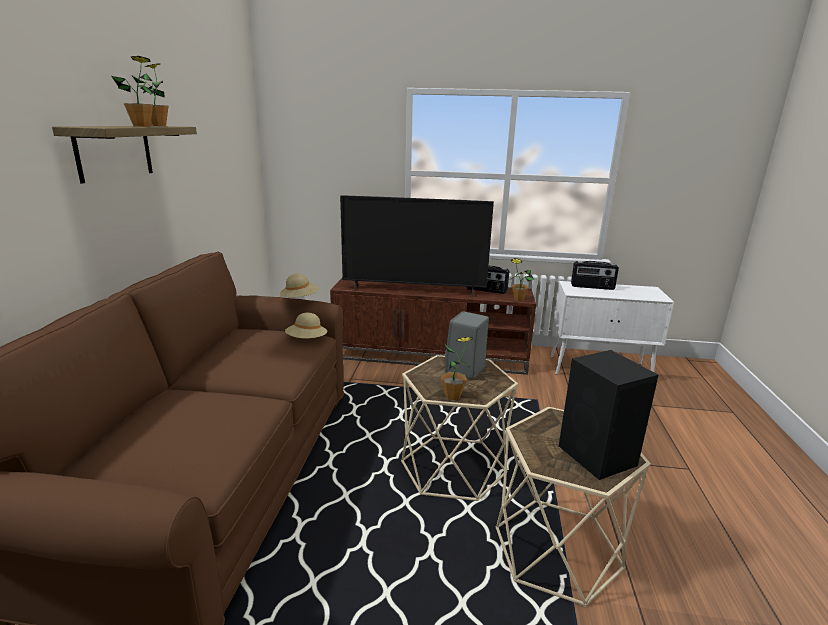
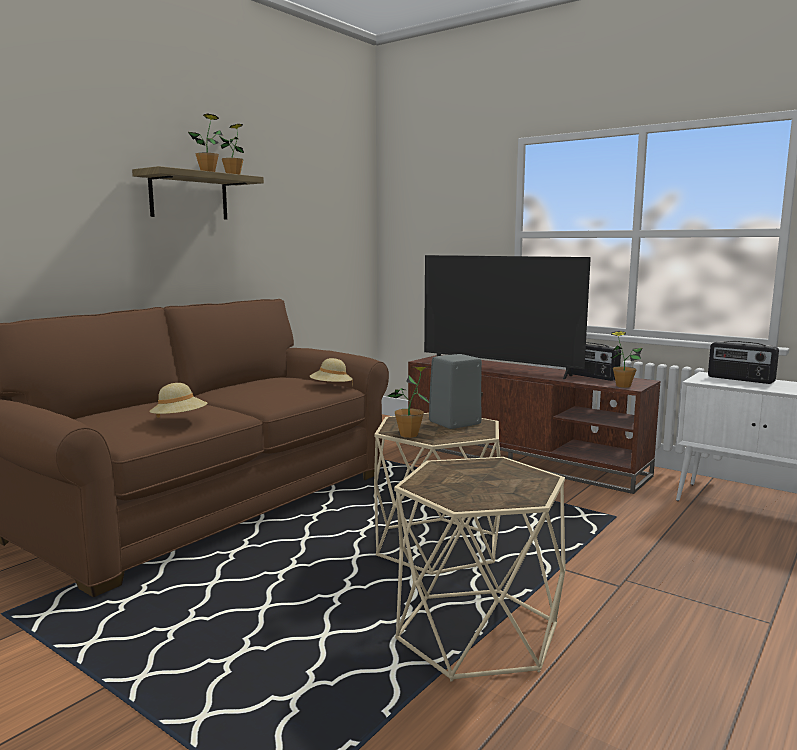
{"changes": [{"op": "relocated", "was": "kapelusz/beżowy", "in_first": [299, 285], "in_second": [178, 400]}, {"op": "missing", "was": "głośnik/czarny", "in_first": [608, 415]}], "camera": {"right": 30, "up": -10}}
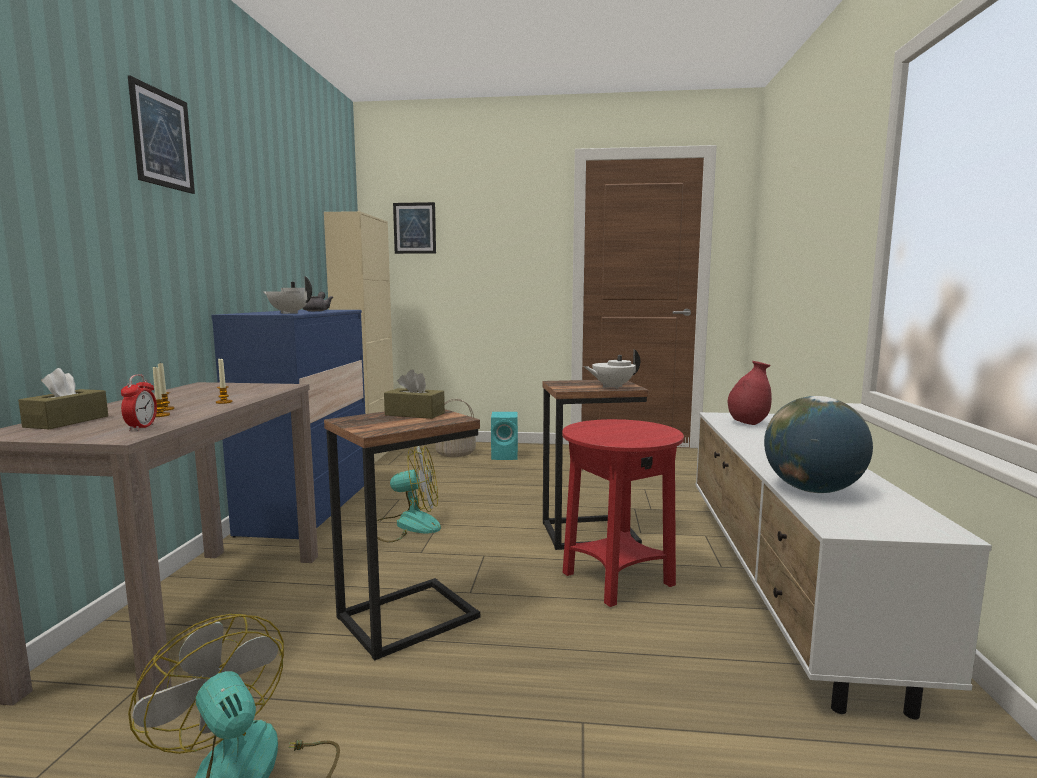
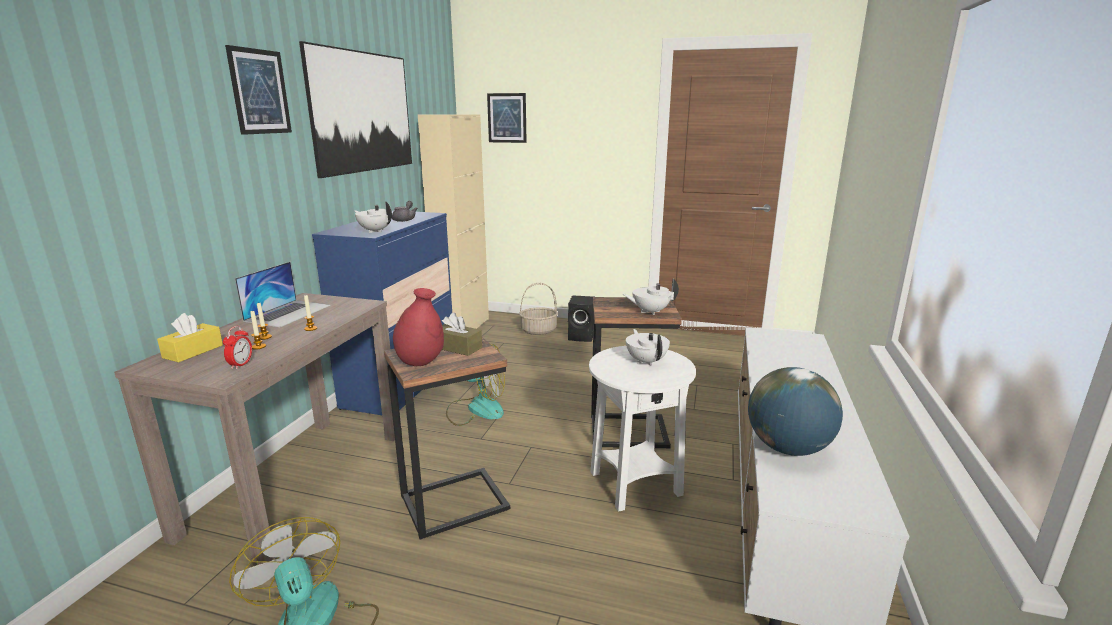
{"changes": [{"op": "relocated", "was": "wazon/czerwony", "in_first": [750, 393], "in_second": [418, 327]}, {"op": "colour", "was": "pudełko chusteczek/brązowy", "now": "pudełko chusteczek/żółty", "in_first": [63, 398], "in_second": [190, 337]}, {"op": "colour", "was": "głośnik/turkusowy", "now": "głośnik/czarny", "in_first": [504, 436], "in_second": [581, 318]}, {"op": "colour", "was": "stolik/czerwony", "now": "stolik/biały", "in_first": [623, 513], "in_second": [642, 429]}, {"op": "appeared", "now": "obraz", "in_second": [355, 109]}, {"op": "appeared", "now": "laptop", "in_second": [283, 294]}, {"op": "appeared", "now": "imbryk/biały", "in_second": [648, 347]}], "camera": {"right": 10, "up": 10}}
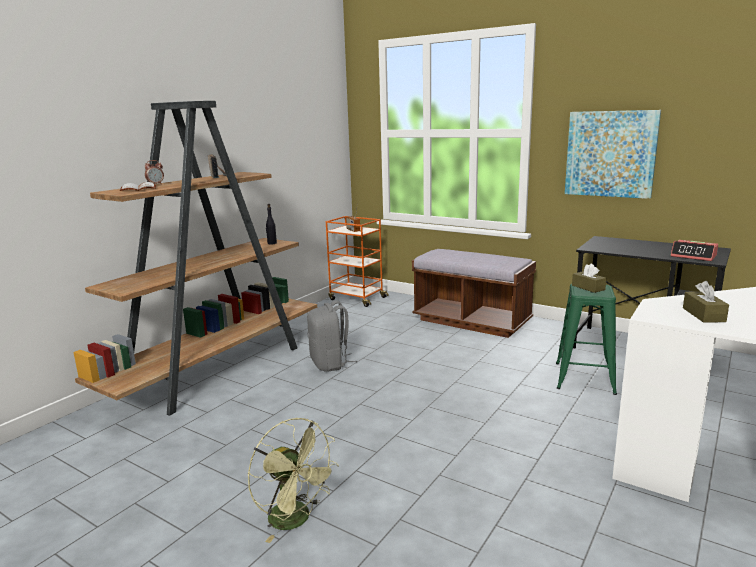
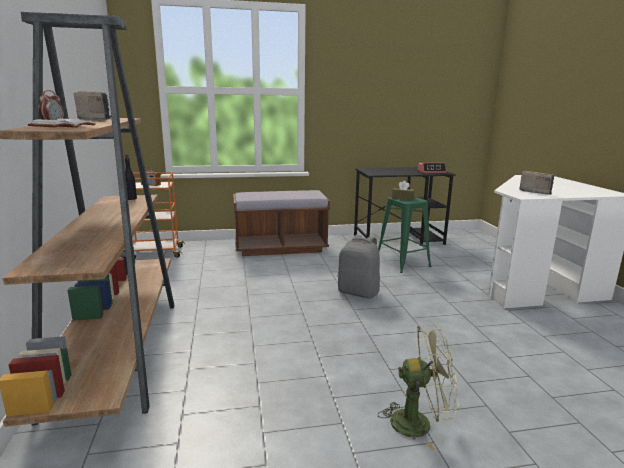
{"changes": [{"op": "missing", "was": "obraz", "in_first": [613, 154]}, {"op": "exchanged", "was": "pudełko chusteczek/brązowy", "now": "radio", "in_first": [706, 302], "in_second": [536, 182]}, {"op": "relocated", "was": "plecak/szary", "in_first": [332, 336], "in_second": [359, 266]}], "camera": {"right": -45, "up": 0}}
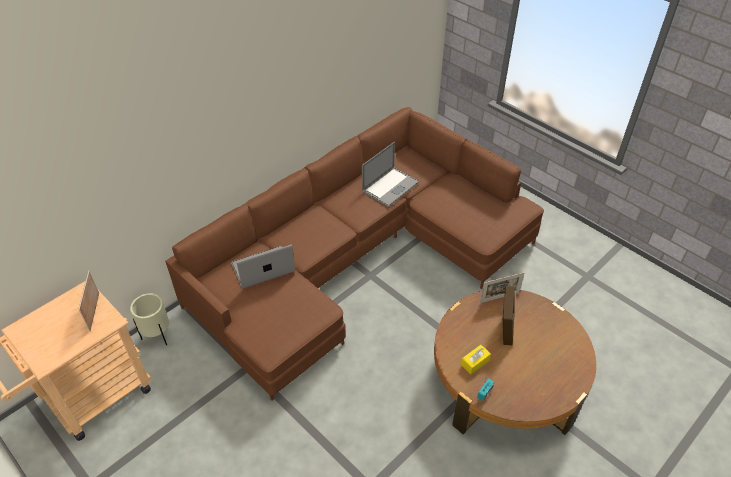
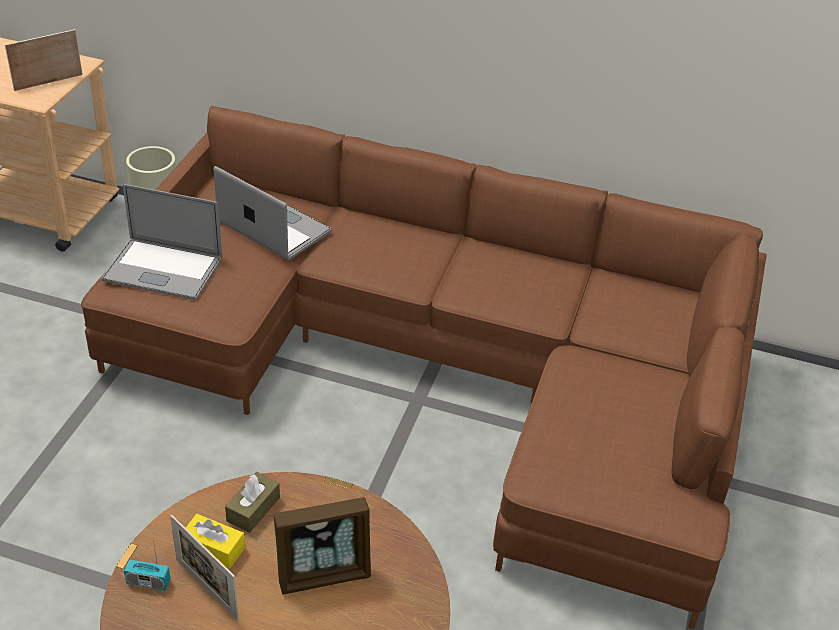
{"changes": [{"op": "relocated", "was": "laptop", "in_first": [390, 174], "in_second": [161, 242]}, {"op": "relocated", "was": "ramka na zdjęcie", "in_first": [502, 287], "in_second": [204, 568]}, {"op": "appeared", "now": "pudełko chusteczek/brązowy", "in_second": [252, 502]}], "camera": {"right": 60, "up": -5}}
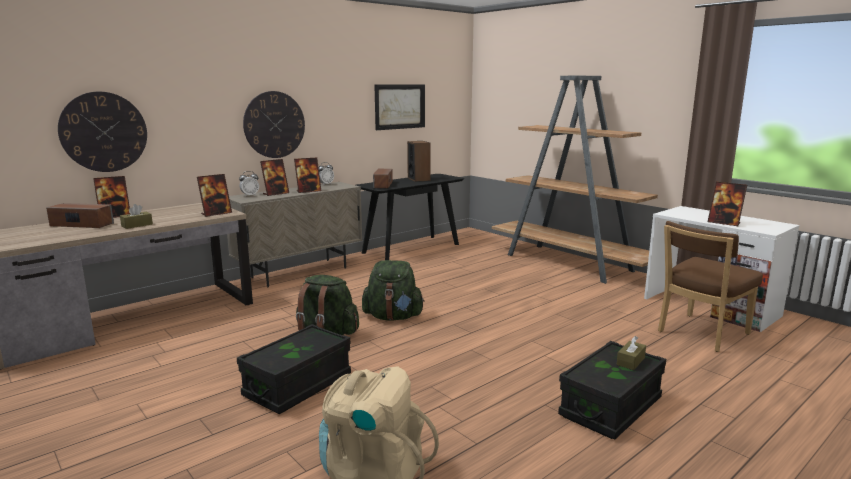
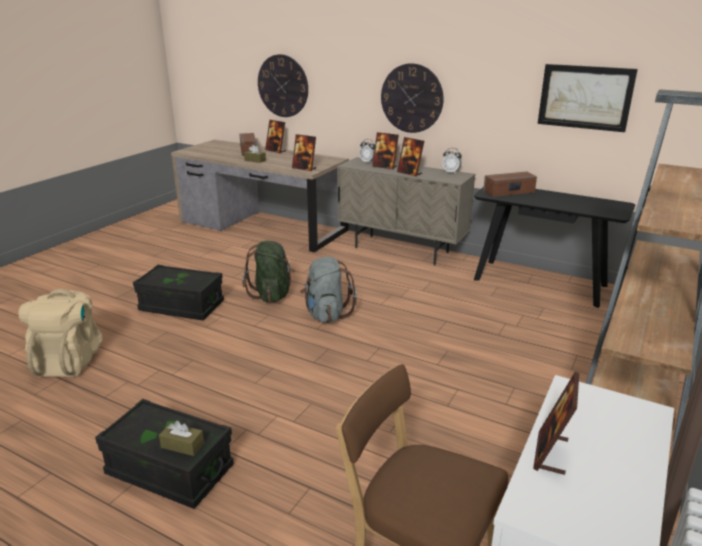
{"changes": [{"op": "missing", "was": "głośnik", "in_first": [419, 161]}, {"op": "colour", "was": "plecak/zielony", "now": "plecak/szary", "in_first": [393, 290], "in_second": [328, 290]}], "camera": {"right": 70, "up": 10}}
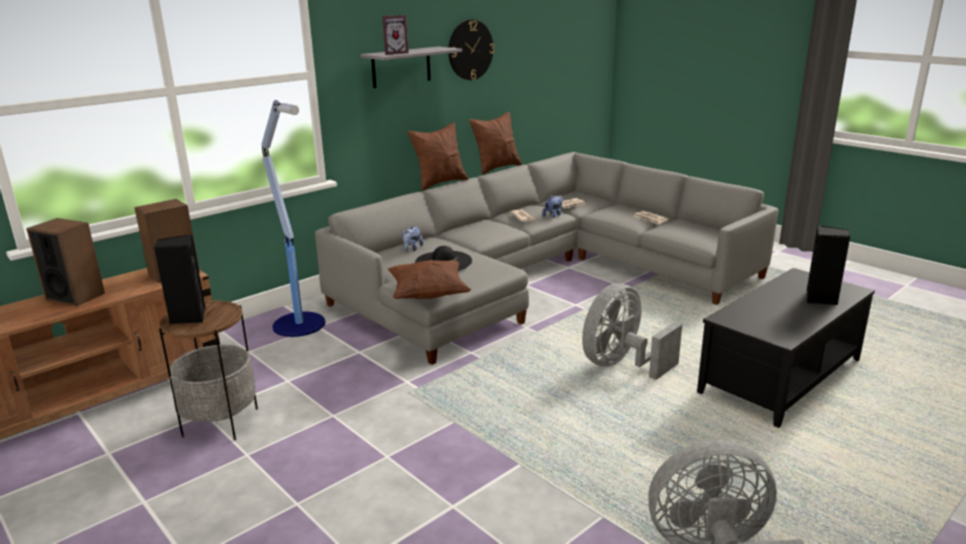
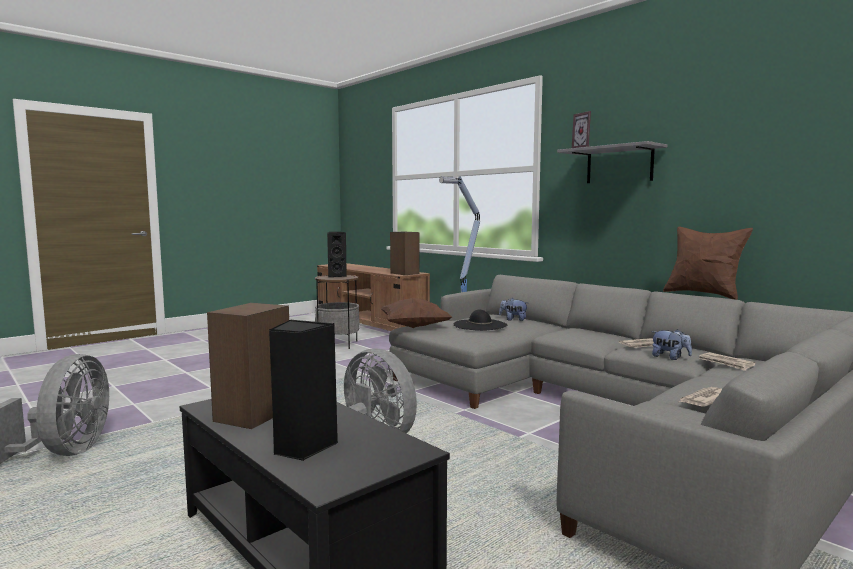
{"changes": [{"op": "missing", "was": "zegar ścienny", "in_first": [471, 50]}, {"op": "missing", "was": "poduszka/brązowy", "in_first": [437, 156]}, {"op": "relocated", "was": "głośnik", "in_first": [65, 262], "in_second": [248, 366]}], "camera": {"right": 90, "up": -15}}
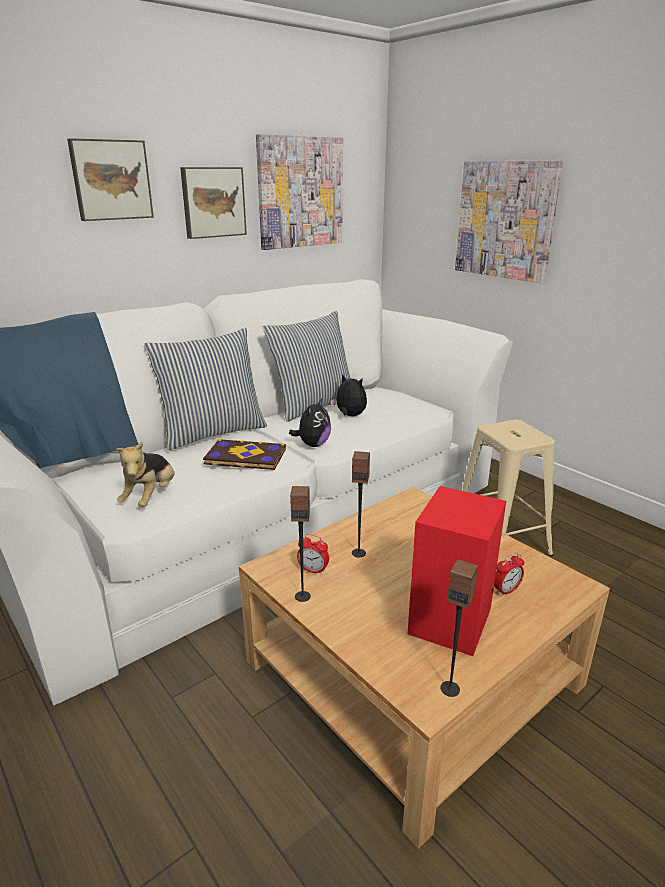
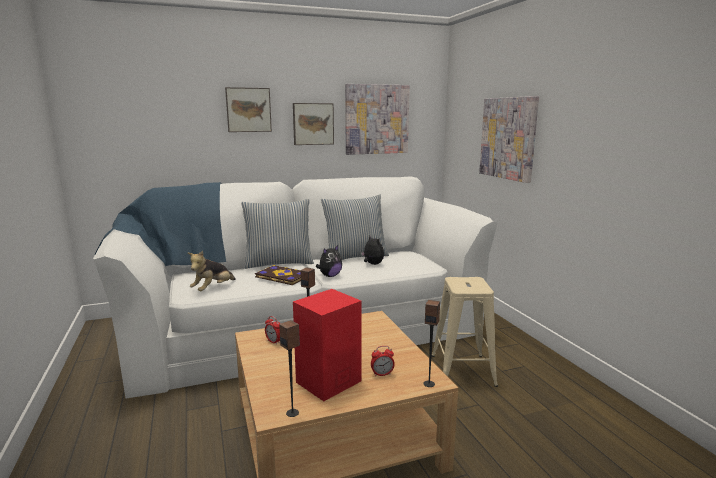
{"changes": [{"op": "relocated", "was": "głośnik", "in_first": [300, 544], "in_second": [431, 343]}], "camera": {"right": 20, "up": -10}}
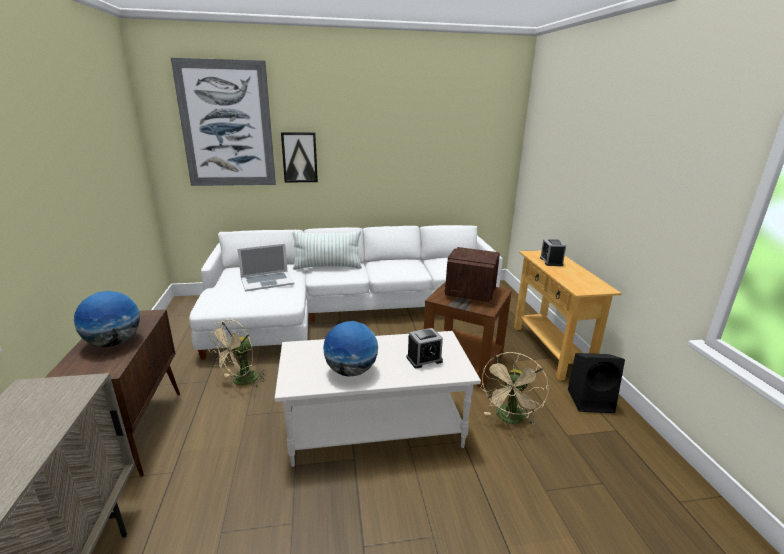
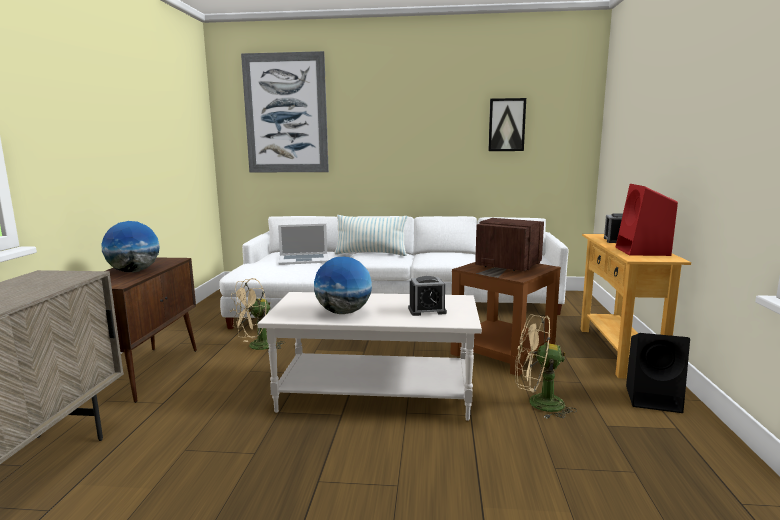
{"changes": [{"op": "relocated", "was": "obraz", "in_first": [299, 157], "in_second": [507, 124]}, {"op": "spun", "was": "wentylator/beżowy", "in_first": [514, 388], "in_second": [546, 366], "clockwise": 60}, {"op": "appeared", "now": "głośnik/czerwony", "in_second": [647, 220]}], "camera": {"right": 15, "up": -10}}
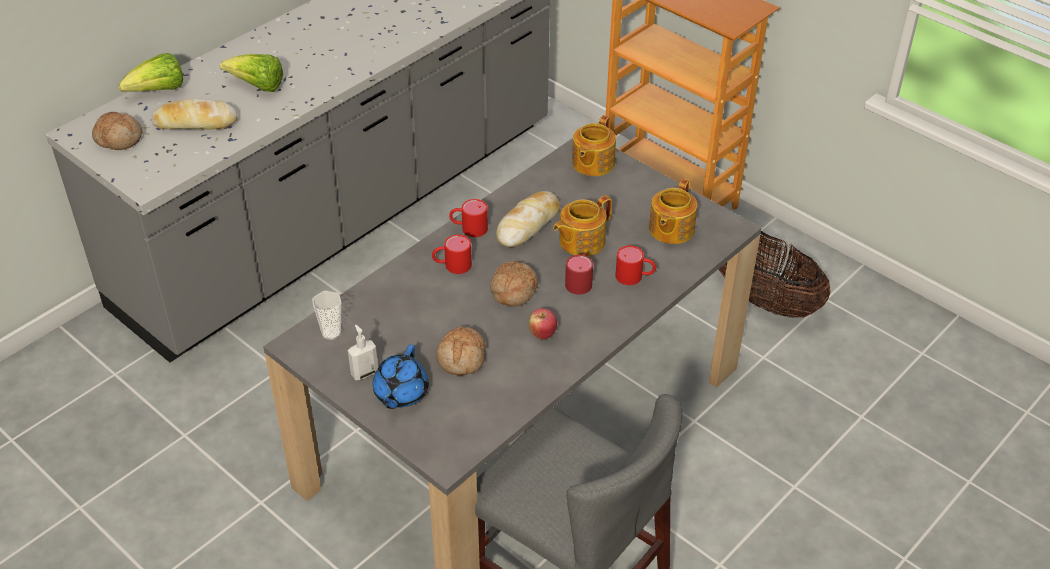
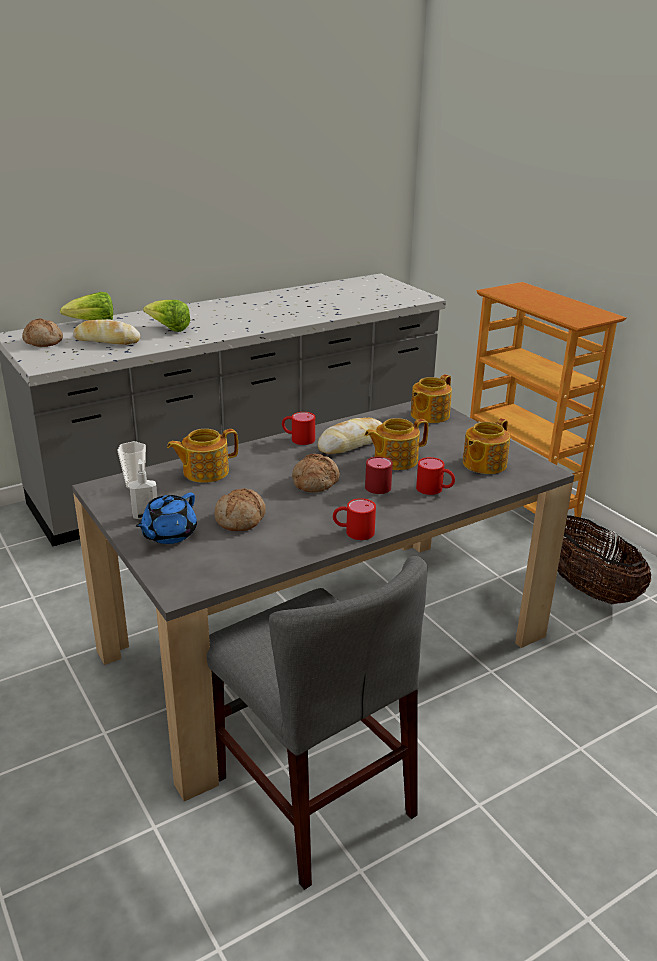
{"changes": [{"op": "relocated", "was": "kubek/czerwony", "in_first": [452, 254], "in_second": [354, 519]}, {"op": "missing", "was": "jabłko", "in_first": [543, 324]}, {"op": "appeared", "now": "imbryk", "in_second": [202, 456]}], "camera": {"right": 15, "up": -15}}
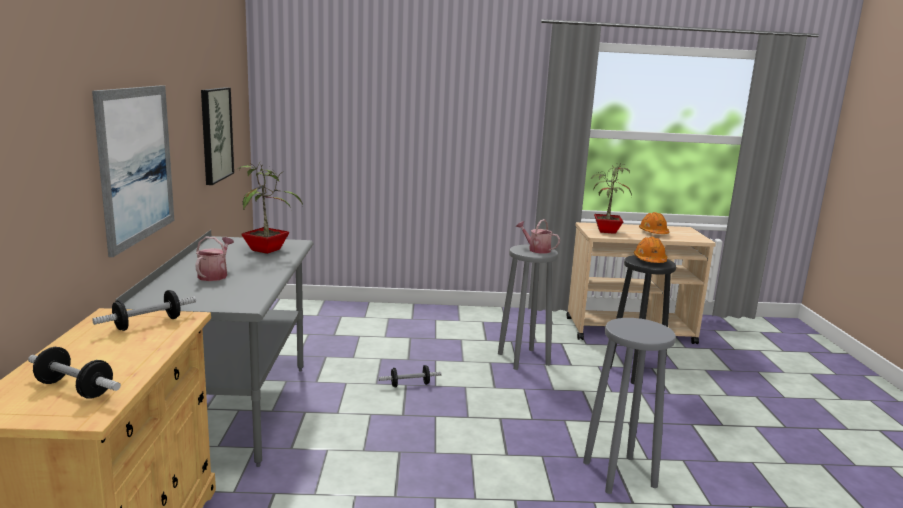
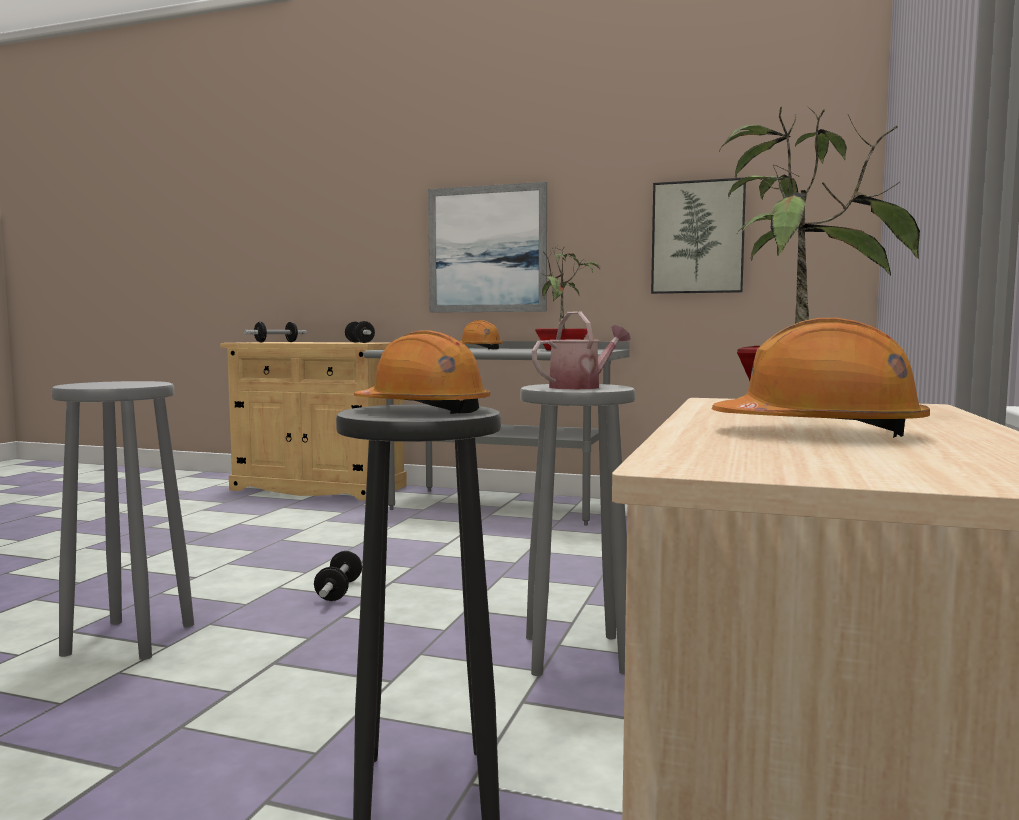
{"changes": [{"op": "exchanged", "was": "konewka", "now": "kask/pomarańczowy", "in_first": [214, 258], "in_second": [481, 334]}, {"op": "relocated", "was": "hantel", "in_first": [410, 376], "in_second": [338, 576]}], "camera": {"right": 110, "up": -10}}
